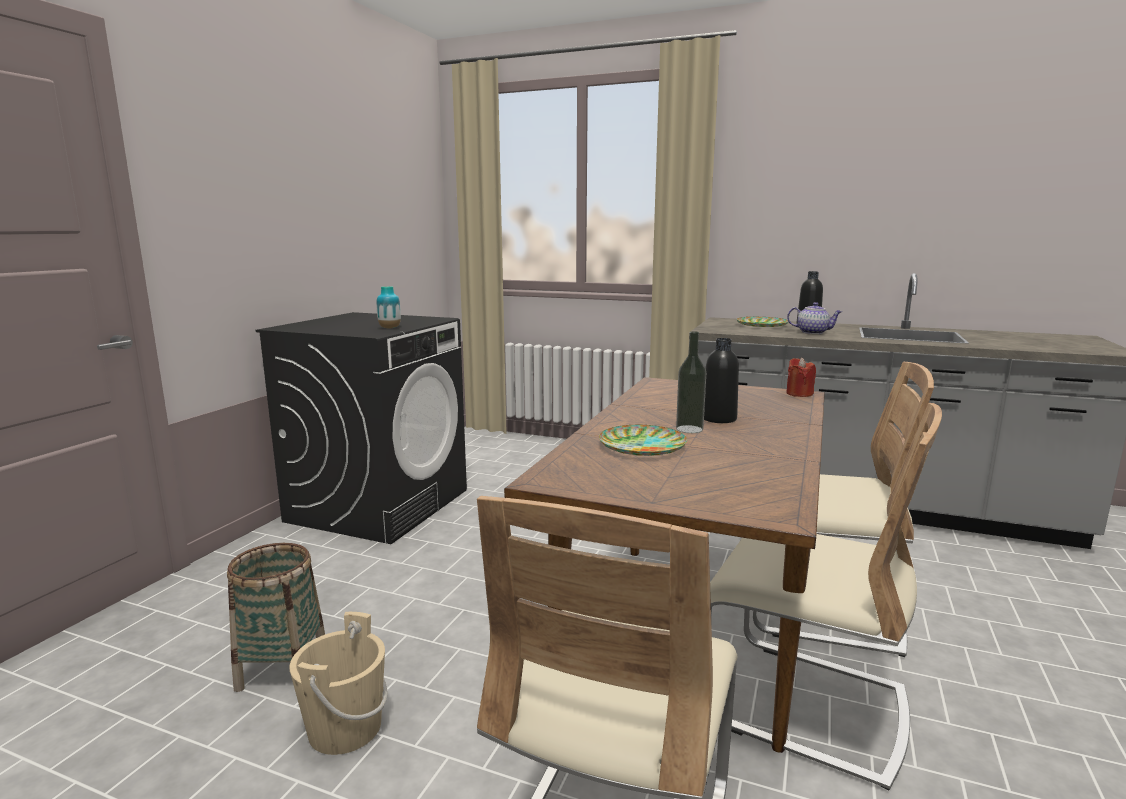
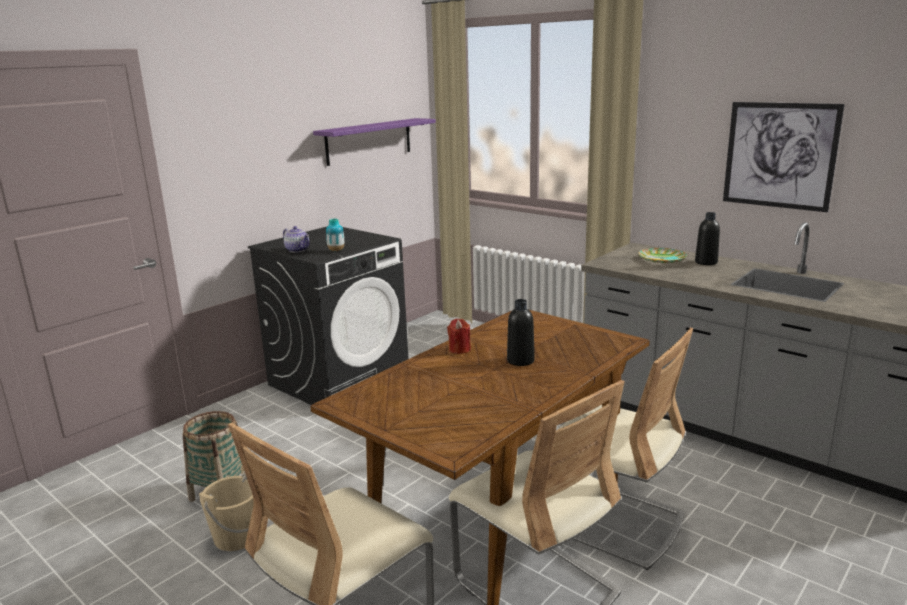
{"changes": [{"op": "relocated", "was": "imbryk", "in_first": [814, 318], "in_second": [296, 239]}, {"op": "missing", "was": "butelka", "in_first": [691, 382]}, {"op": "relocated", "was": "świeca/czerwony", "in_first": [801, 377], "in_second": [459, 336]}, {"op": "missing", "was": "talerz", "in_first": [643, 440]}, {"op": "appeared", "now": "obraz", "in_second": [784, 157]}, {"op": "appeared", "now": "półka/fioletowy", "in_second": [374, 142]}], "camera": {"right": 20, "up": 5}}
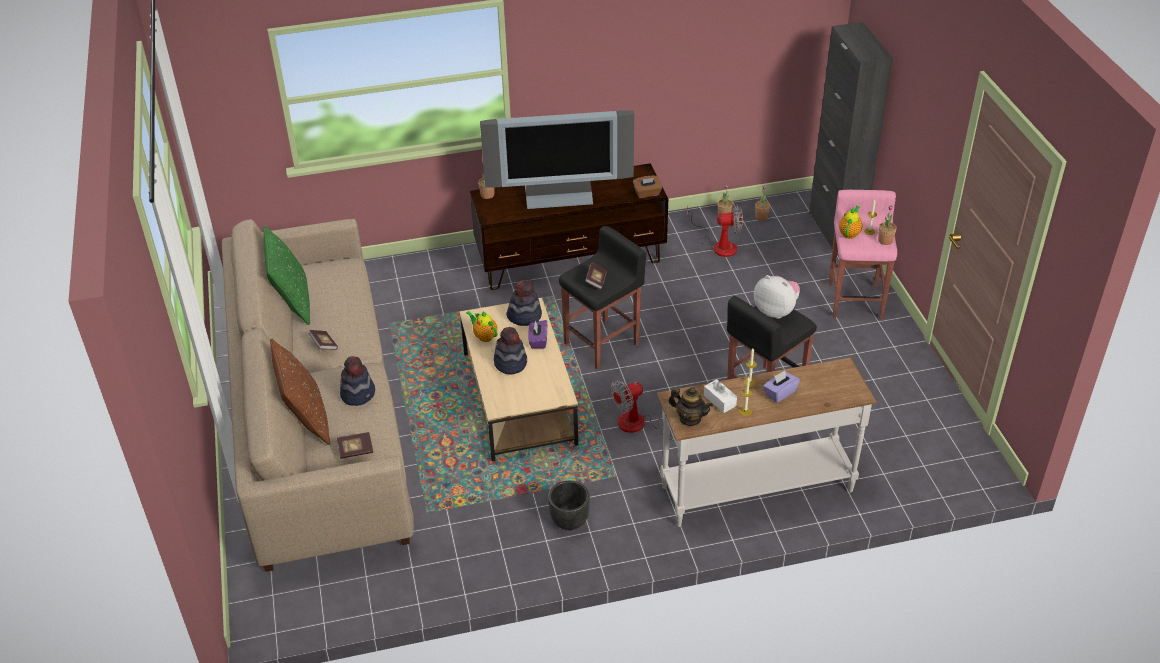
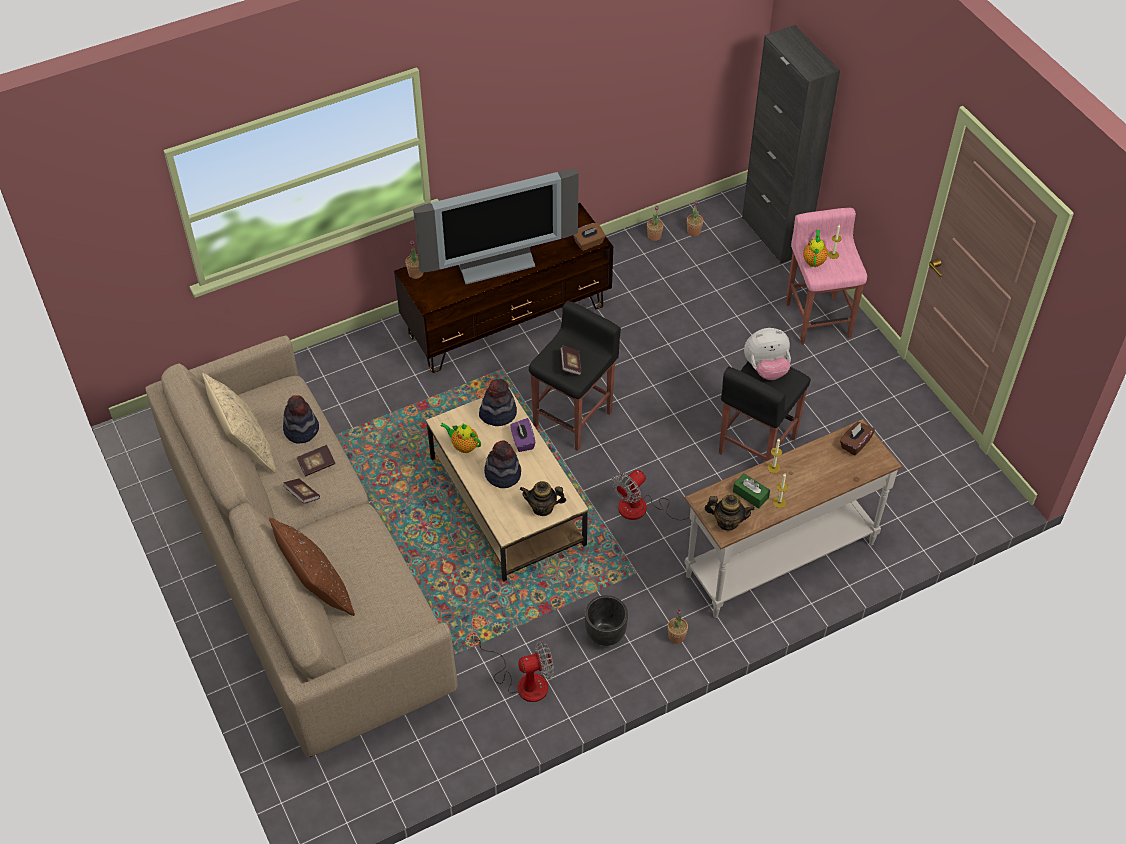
{"changes": [{"op": "relocated", "was": "wentylator", "in_first": [715, 230], "in_second": [513, 667]}, {"op": "relocated", "was": "roślina doniczkowa", "in_first": [887, 225], "in_second": [678, 626]}, {"op": "colour", "was": "poduszka/zielony", "now": "poduszka/beżowy", "in_first": [286, 275], "in_second": [240, 423]}, {"op": "spun", "was": "pluszak", "in_first": [777, 297], "in_second": [767, 354], "clockwise": 150}, {"op": "relocated", "was": "kapelusz", "in_first": [357, 381], "in_second": [301, 419]}, {"op": "missing", "was": "pudełko chusteczek/fioletowy", "in_first": [781, 387]}, {"op": "colour", "was": "pudełko chusteczek/biały", "now": "pudełko chusteczek/zielony", "in_first": [720, 396], "in_second": [751, 491]}, {"op": "relocated", "was": "książka", "in_first": [355, 445], "in_second": [316, 460]}, {"op": "appeared", "now": "pudełko chusteczek/brązowy", "in_second": [857, 439]}, {"op": "appeared", "now": "imbryk", "in_second": [543, 498]}], "camera": {"right": -15, "up": 10}}
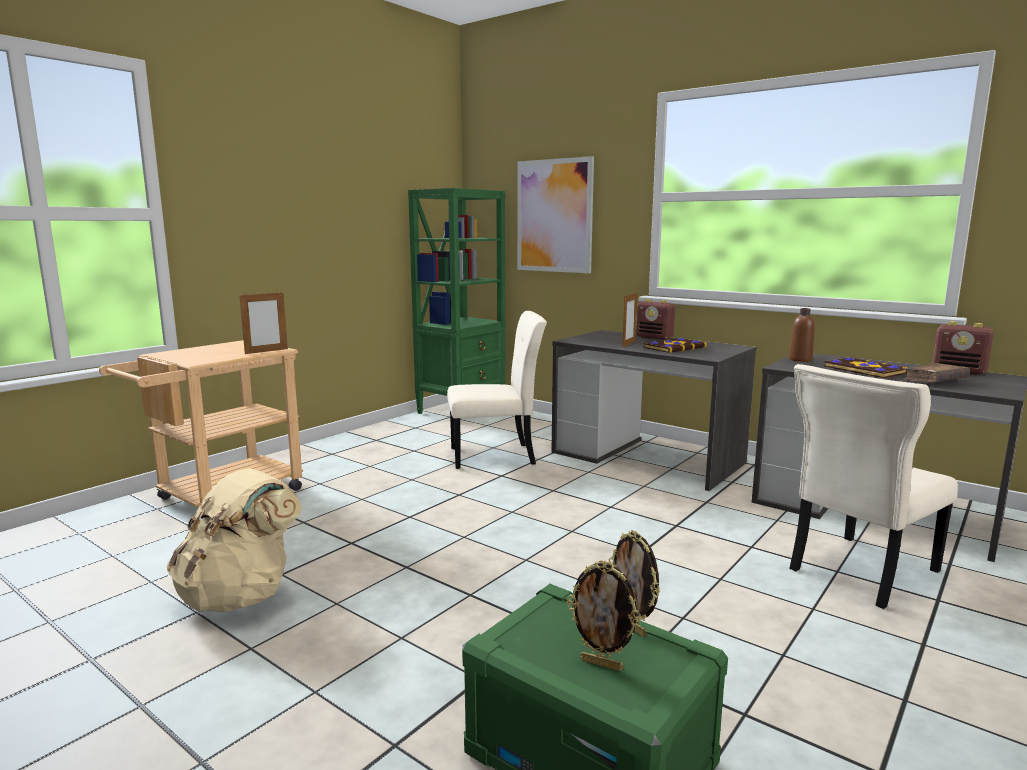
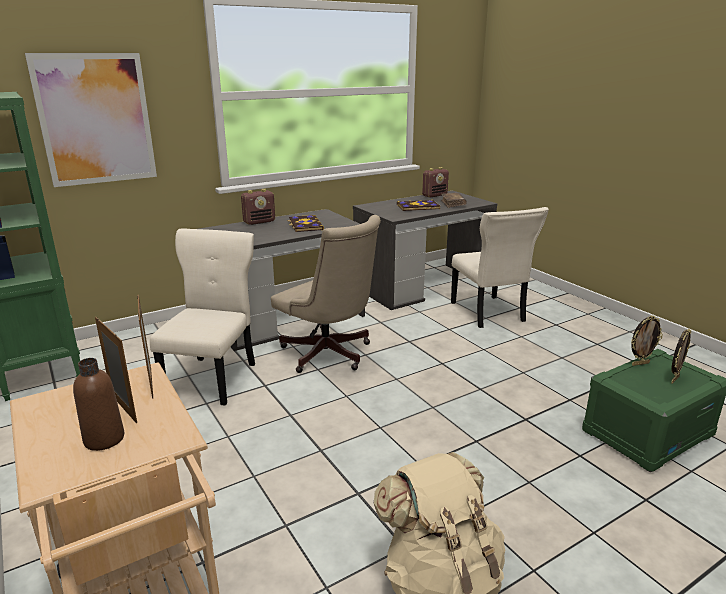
{"changes": [{"op": "relocated", "was": "ramka na zdjęcie", "in_first": [630, 320], "in_second": [116, 370]}, {"op": "relocated", "was": "butelka/brązowy", "in_first": [802, 335], "in_second": [98, 404]}, {"op": "appeared", "now": "krzesło biurowe/beżowy", "in_second": [326, 294]}], "camera": {"right": -70, "up": 10}}
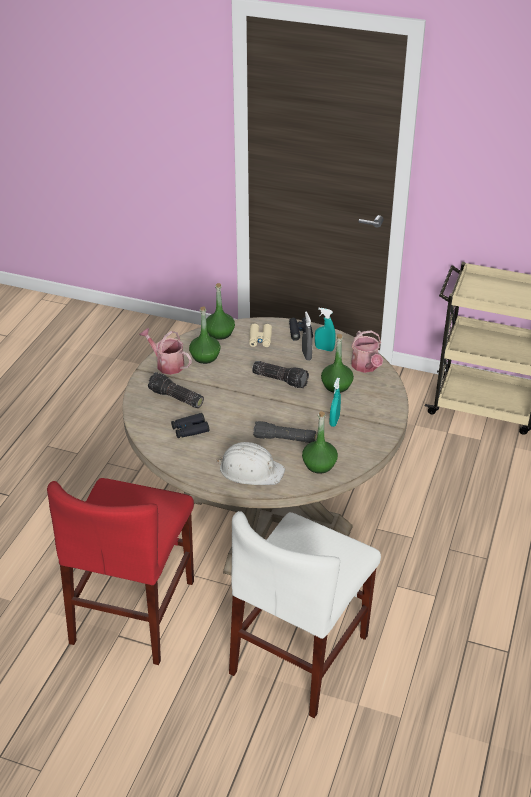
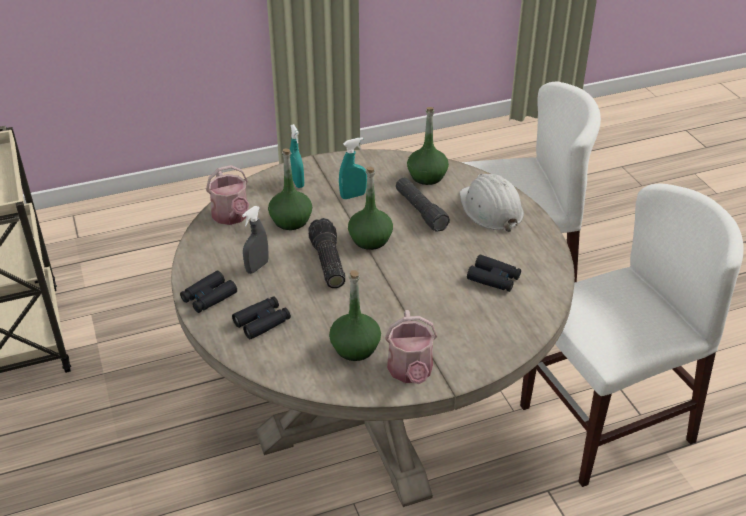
{"changes": [{"op": "relocated", "was": "butelka/zielony", "in_first": [220, 311], "in_second": [370, 208]}, {"op": "relocated", "was": "spryskiwacz/turkusowy", "in_first": [325, 330], "in_second": [297, 156]}, {"op": "colour", "was": "lornetka/beżowy", "now": "lornetka/czarny", "in_first": [260, 335], "in_second": [261, 318]}, {"op": "spun", "was": "konewka", "in_first": [367, 351], "in_second": [227, 195], "clockwise": 120}, {"op": "missing", "was": "latarka", "in_first": [176, 390]}, {"op": "colour", "was": "krzesło/czerwony", "now": "krzesło/biały", "in_first": [120, 571], "in_second": [631, 335]}], "camera": {"right": -130, "up": 0}}
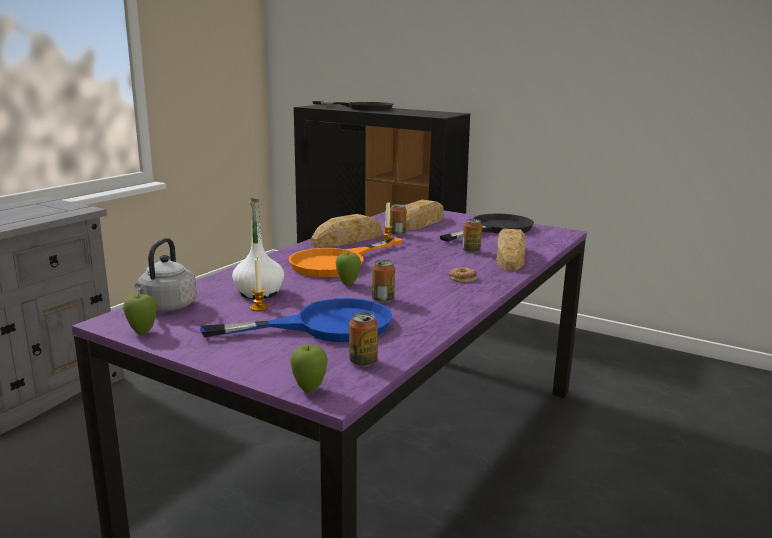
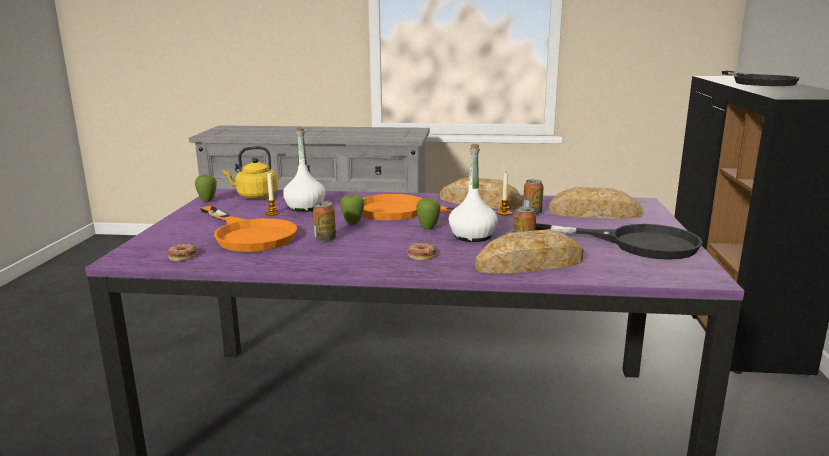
{"changes": [{"op": "colour", "was": "czajnik/szary", "now": "czajnik/żółty", "in_first": [165, 274], "in_second": [250, 172]}, {"op": "colour", "was": "patelnia/niebieski", "now": "patelnia/pomarańczowy", "in_first": [296, 320], "in_second": [248, 229]}, {"op": "exchanged", "was": "puszka", "now": "donut", "in_first": [363, 340], "in_second": [183, 252]}, {"op": "relocated", "was": "jabłko", "in_first": [309, 368], "in_second": [428, 214]}, {"op": "appeared", "now": "butelka/biały", "in_second": [473, 193]}], "camera": {"right": 65, "up": 0}}
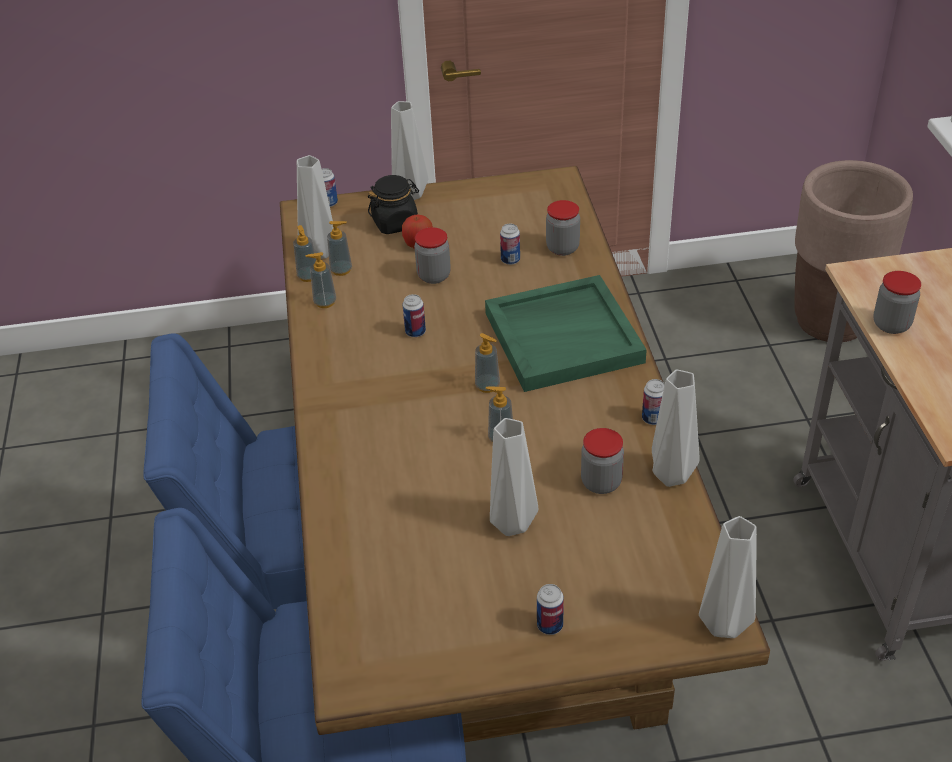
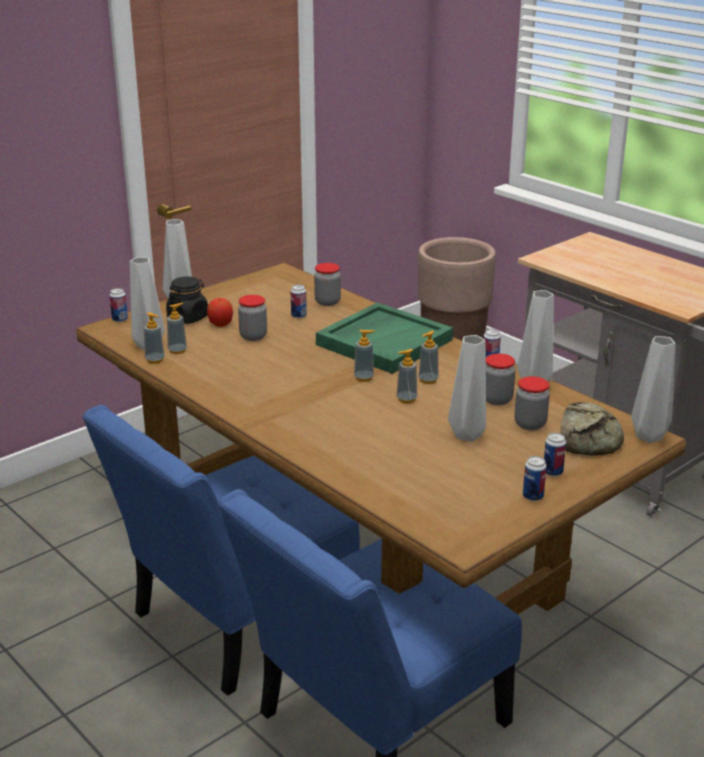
{"changes": [{"op": "relocated", "was": "dozownik mydła", "in_first": [320, 280], "in_second": [428, 357]}, {"op": "relocated", "was": "słoik", "in_first": [897, 302], "in_second": [532, 403]}, {"op": "relocated", "was": "puszka", "in_first": [414, 315], "in_second": [535, 478]}, {"op": "appeared", "now": "chleb", "in_second": [592, 428]}], "camera": {"right": -35, "up": -15}}
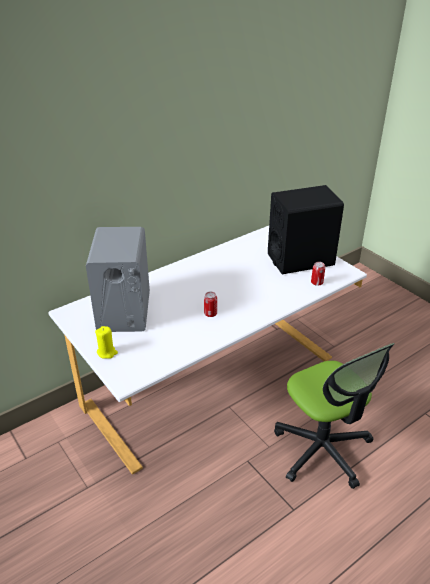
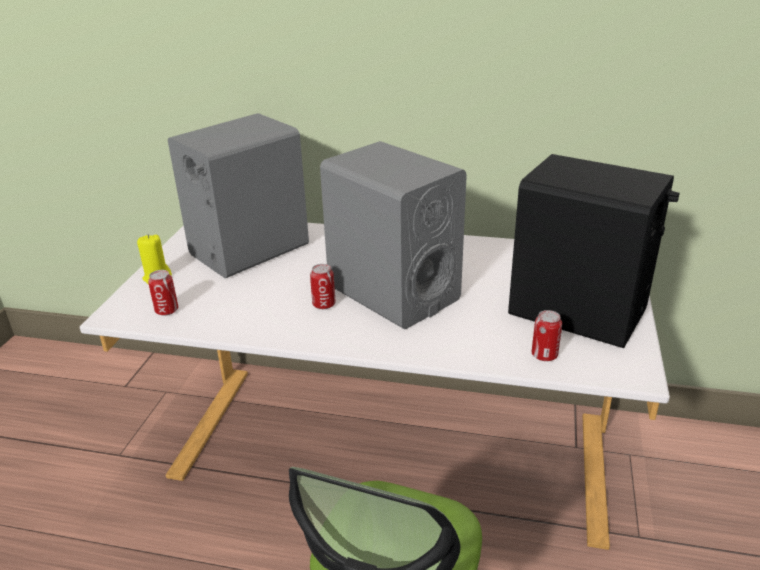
{"changes": [{"op": "appeared", "now": "głośnik/szary", "in_second": [393, 235]}, {"op": "appeared", "now": "puszka", "in_second": [163, 293]}], "camera": {"right": 50, "up": -5}}
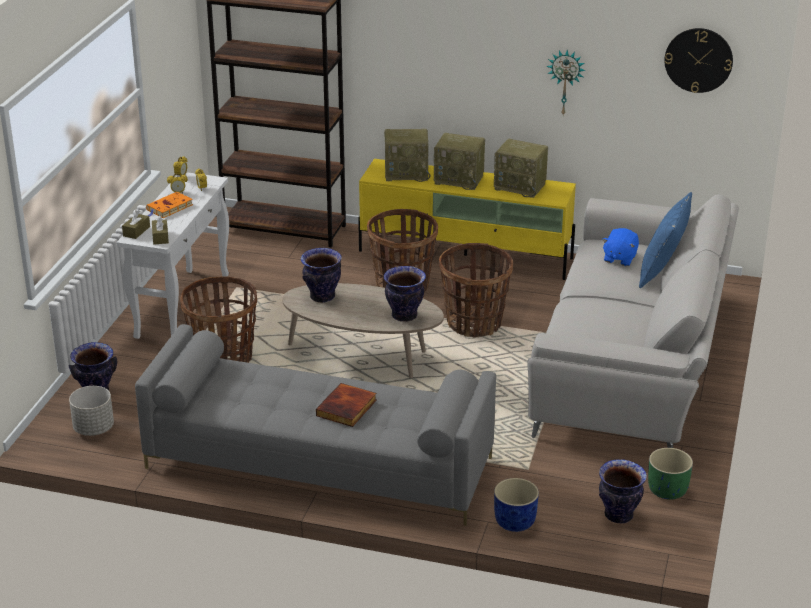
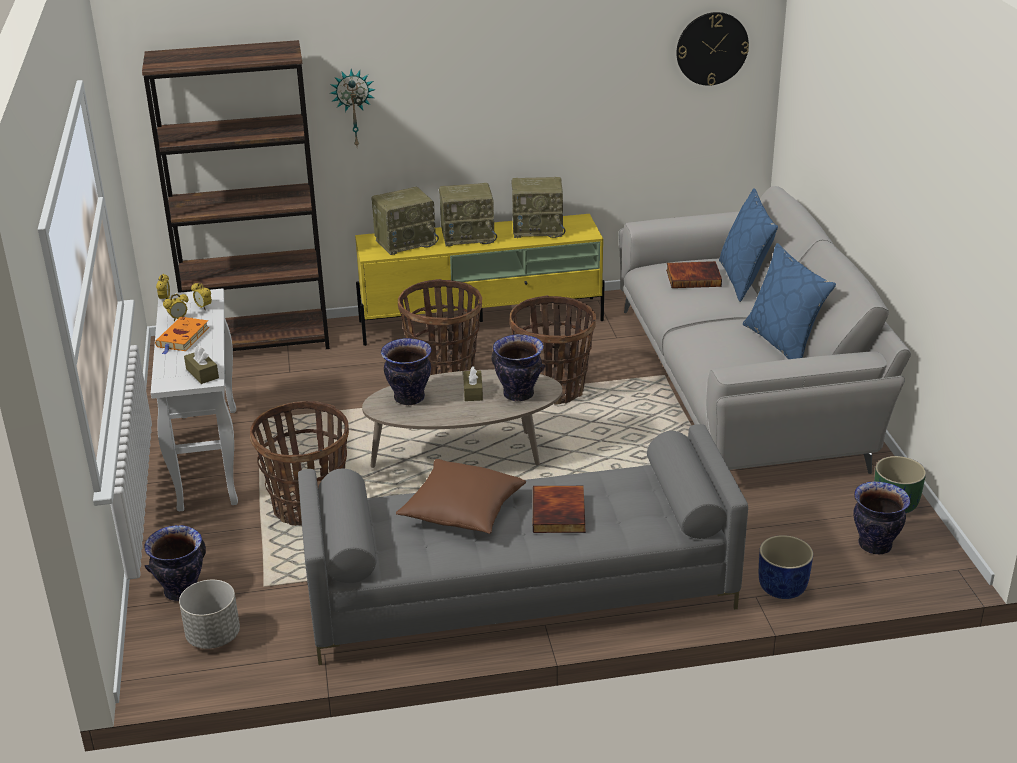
{"changes": [{"op": "relocated", "was": "zegar ścienny", "in_first": [566, 82], "in_second": [353, 107]}, {"op": "relocated", "was": "pudełko chusteczek/brązowy", "in_first": [136, 224], "in_second": [473, 383]}, {"op": "exchanged", "was": "pluszak/niebieski", "now": "książka", "in_first": [620, 247], "in_second": [694, 274]}, {"op": "appeared", "now": "poduszka/niebieski", "in_second": [789, 301]}, {"op": "appeared", "now": "poduszka/brązowy", "in_second": [461, 496]}], "camera": {"right": -25, "up": 0}}
